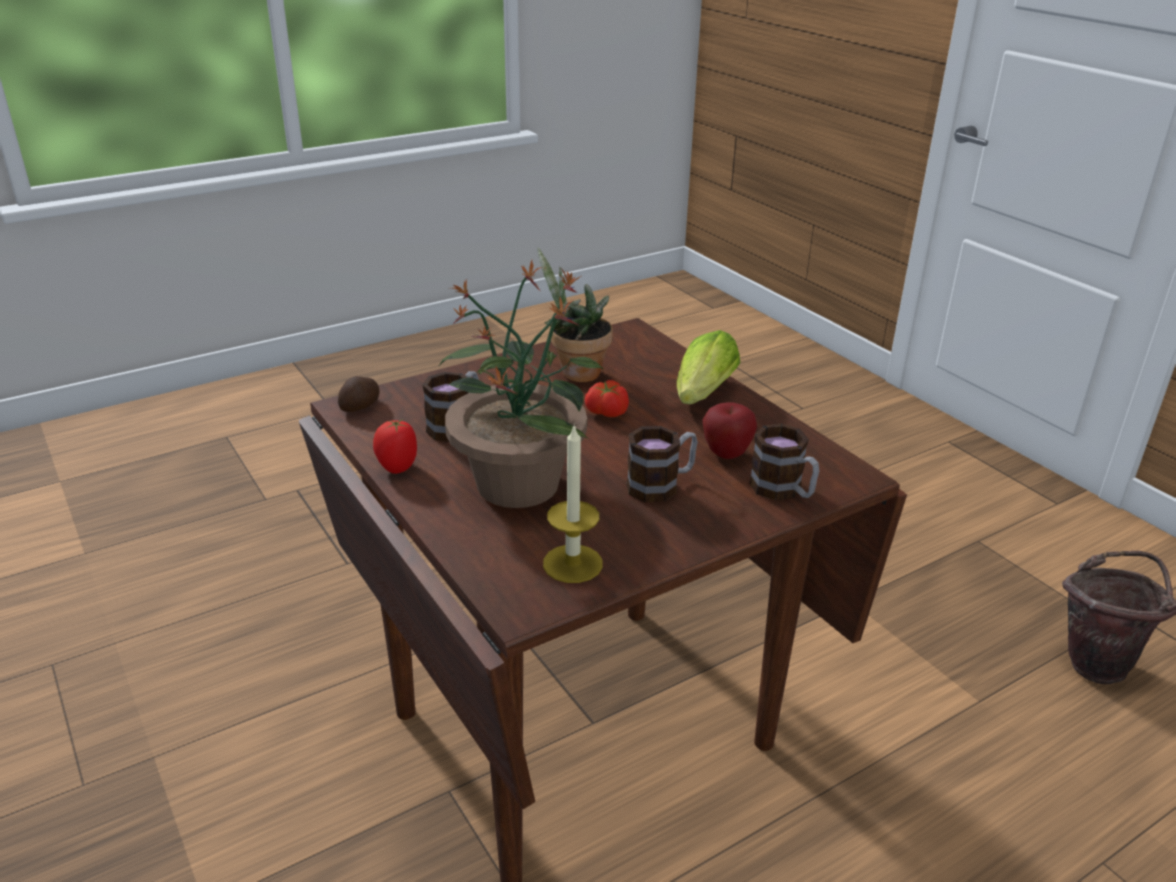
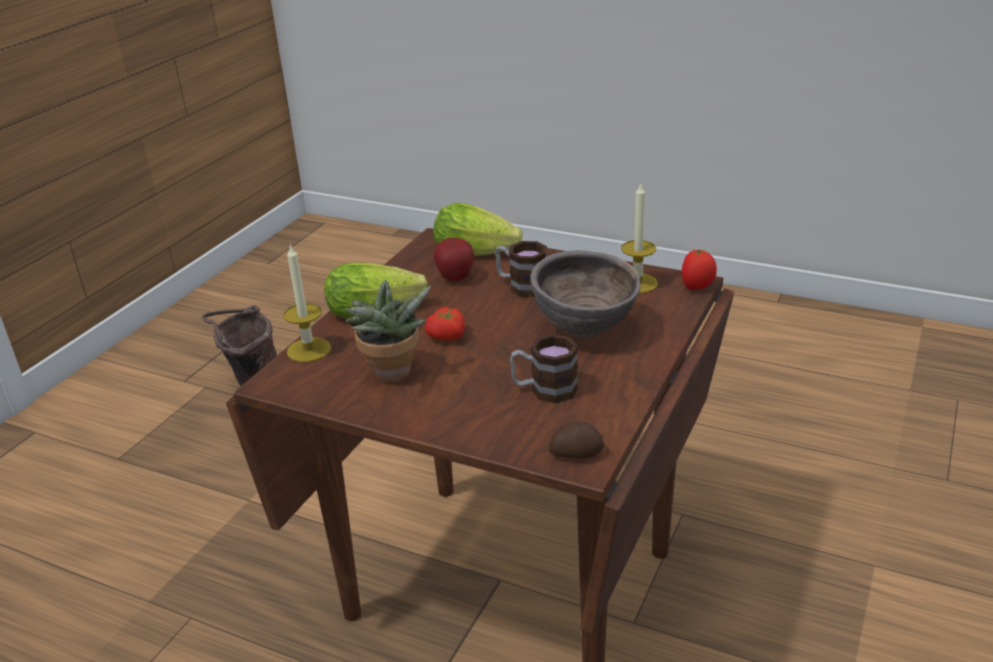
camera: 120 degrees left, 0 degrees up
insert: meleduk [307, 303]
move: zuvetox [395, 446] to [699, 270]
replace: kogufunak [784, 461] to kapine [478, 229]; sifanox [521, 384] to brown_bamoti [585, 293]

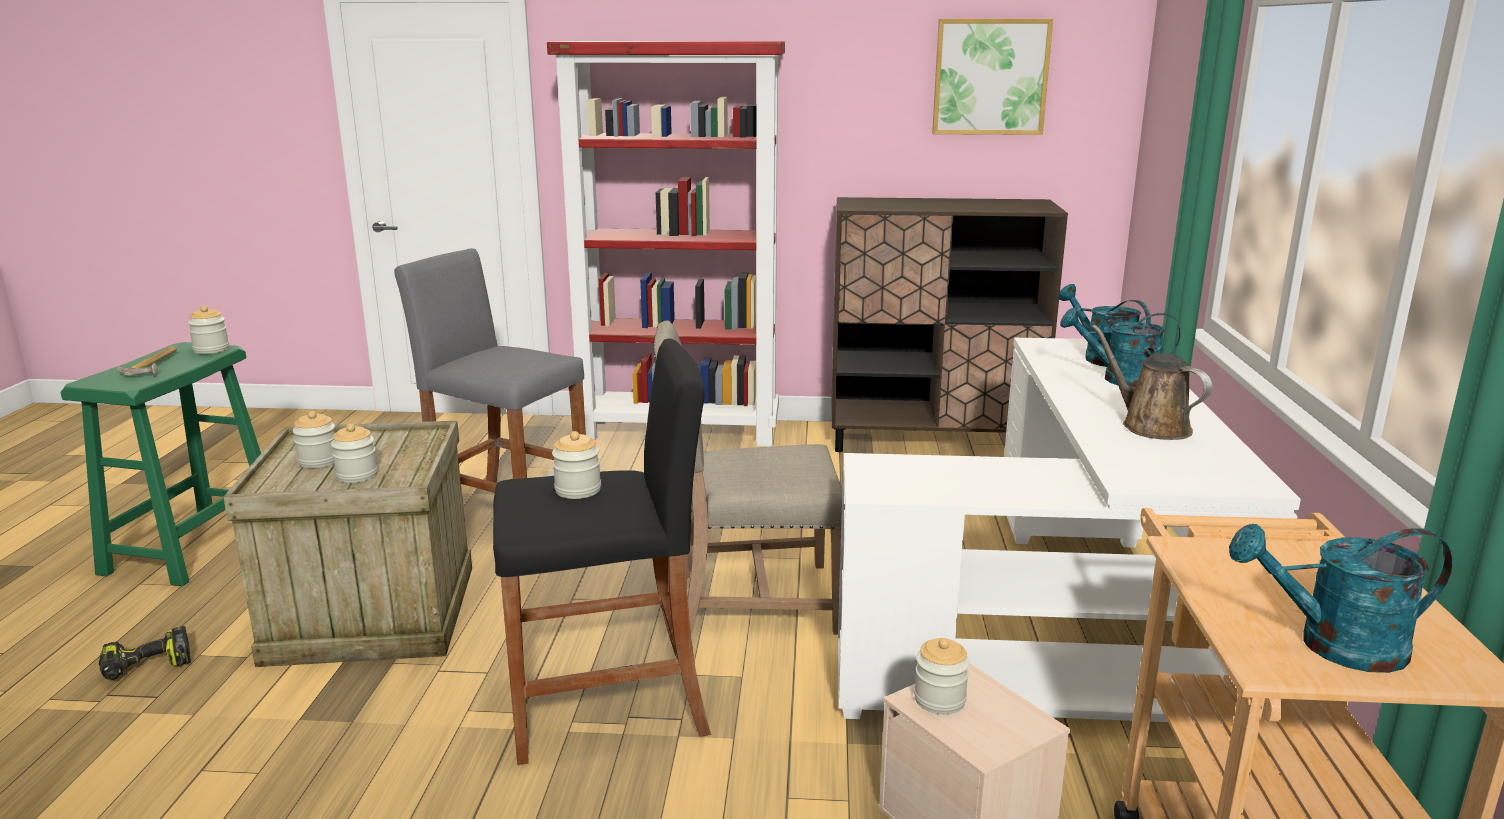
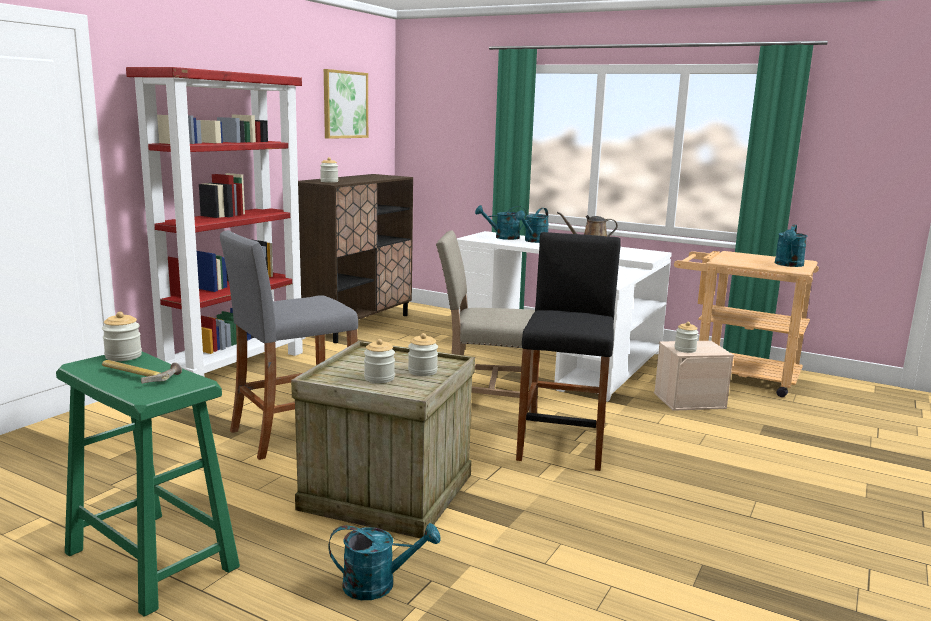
camera: 65 degrees left, 5 degrees down
move: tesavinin [576, 465] to [329, 170]
replace: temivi [145, 653] to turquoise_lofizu [384, 561]
rotate: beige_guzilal [748, 478] = [485, 321] 75 degrees clockwise

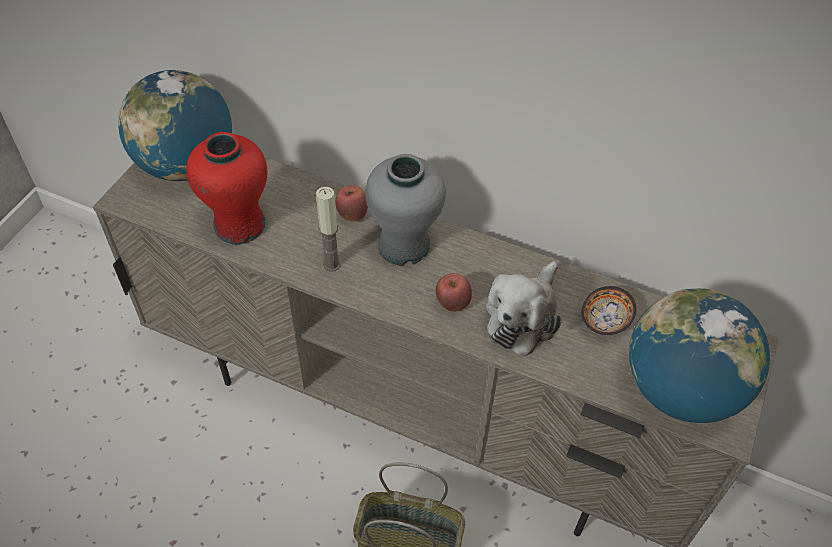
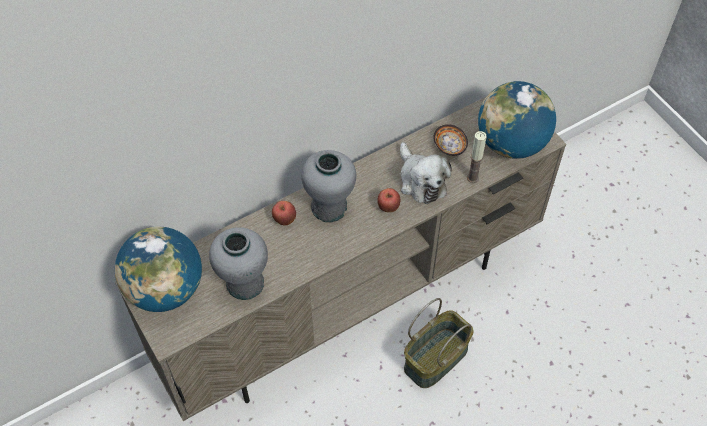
camera: 55 degrees left, 5 degrees up
move: meleduk [328, 229] to [477, 157]
recolor: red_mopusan [226, 188] to grey_mopusan [238, 263]

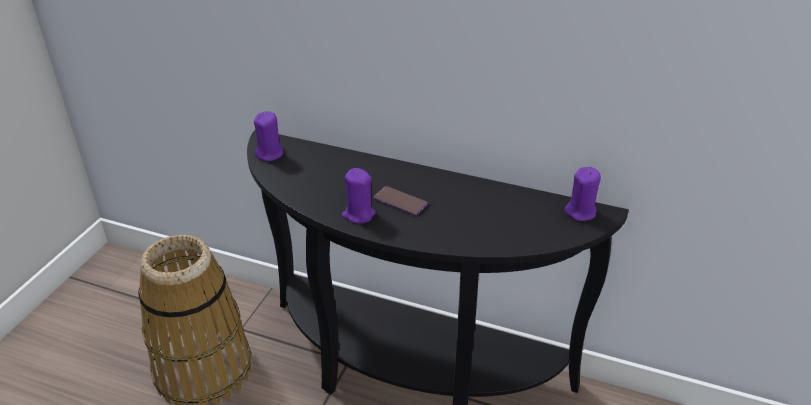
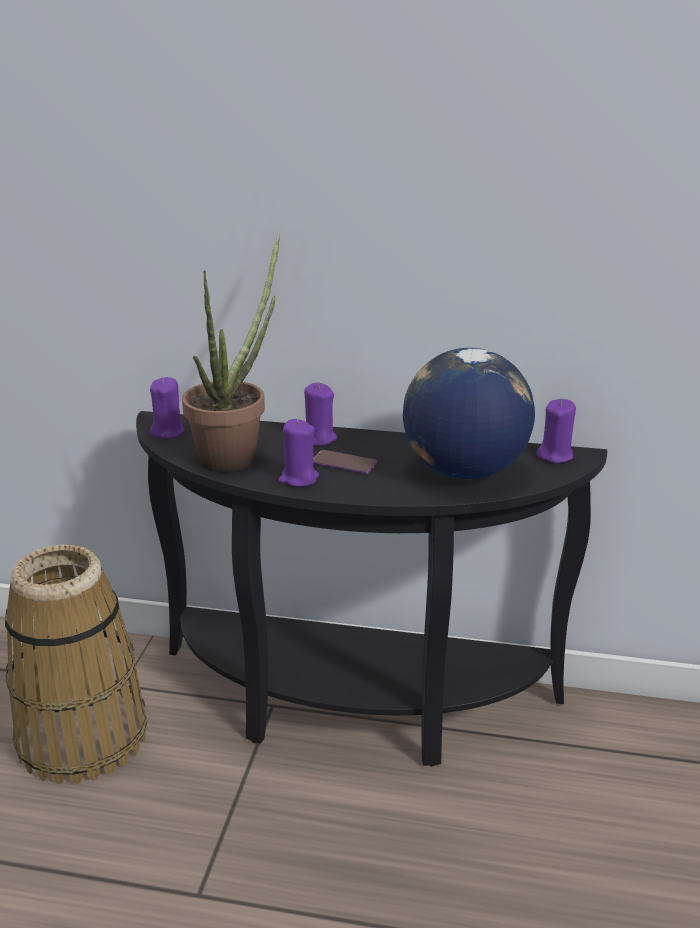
camera: 10 degrees left, 10 degrees down
insert: sifanox [231, 353]; purple_meleduk [321, 414]; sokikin [469, 413]

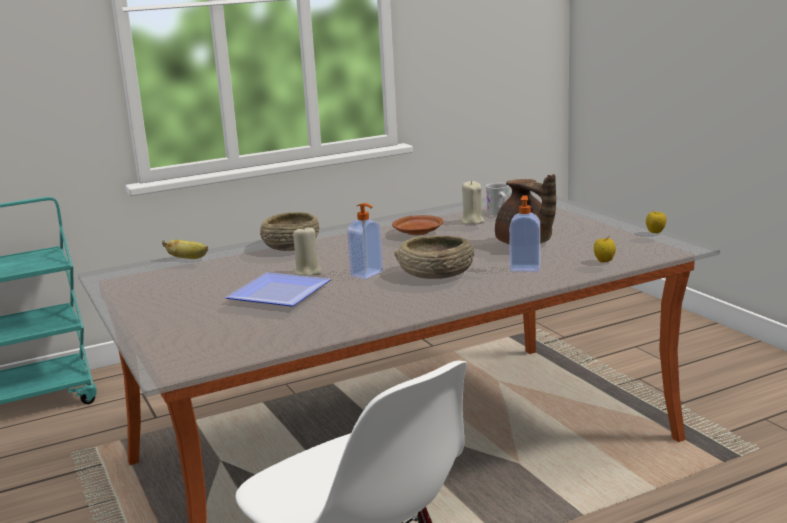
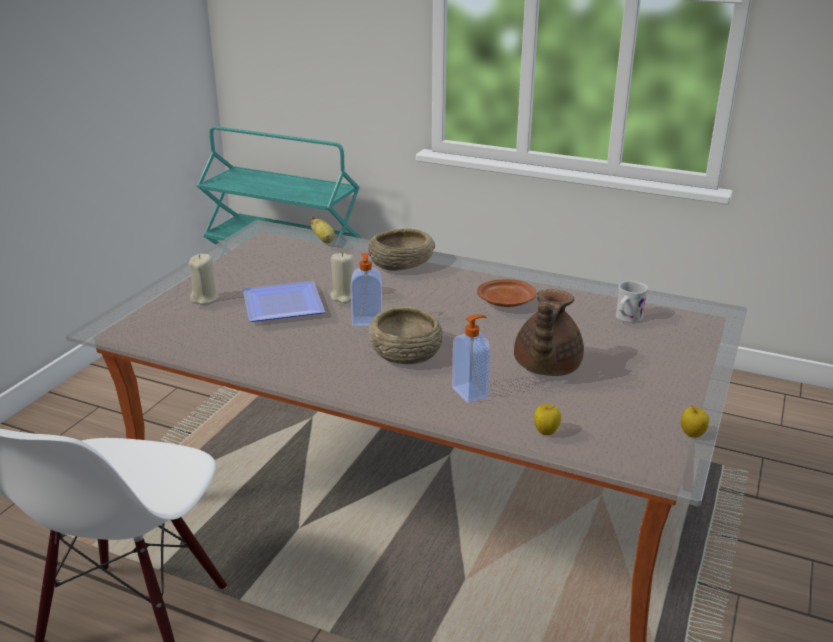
camera: 50 degrees right, 10 degrees up
move: beige_meleduk [472, 202] to [204, 279]

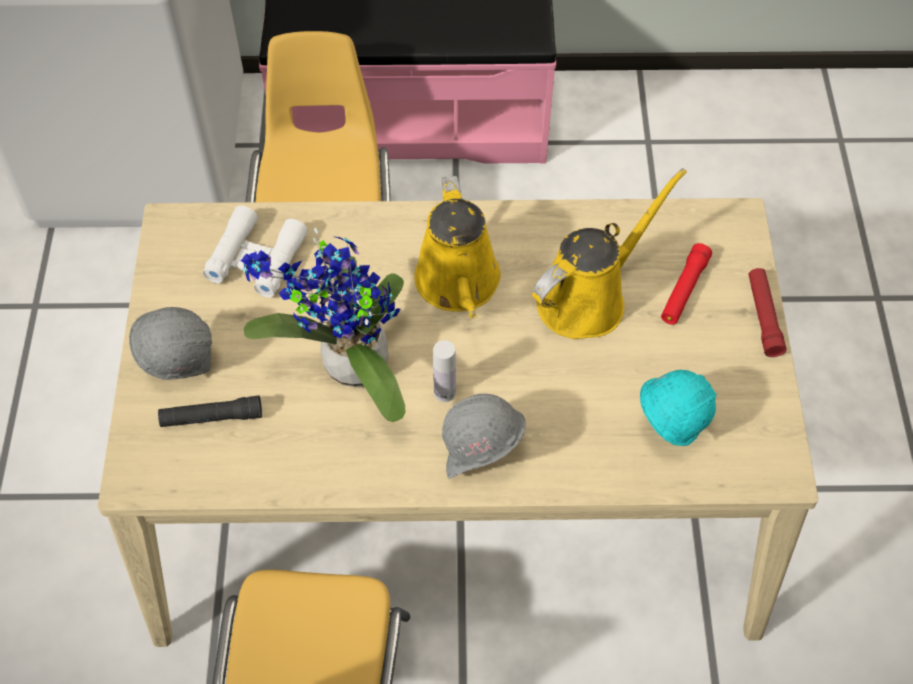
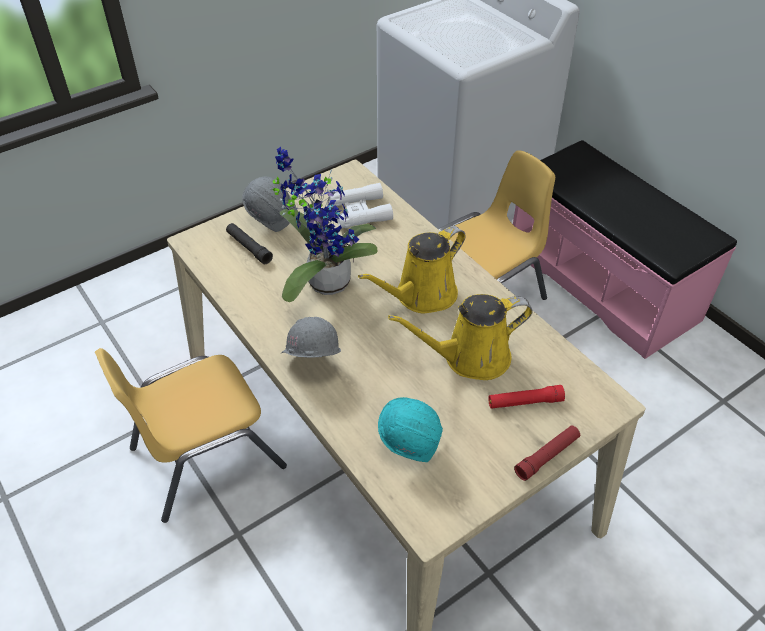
camera: 55 degrees right, 10 degrees down
delete: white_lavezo [444, 371]
rotate: yellow_lofizu [609, 253] = [460, 337] 150 degrees clockwise

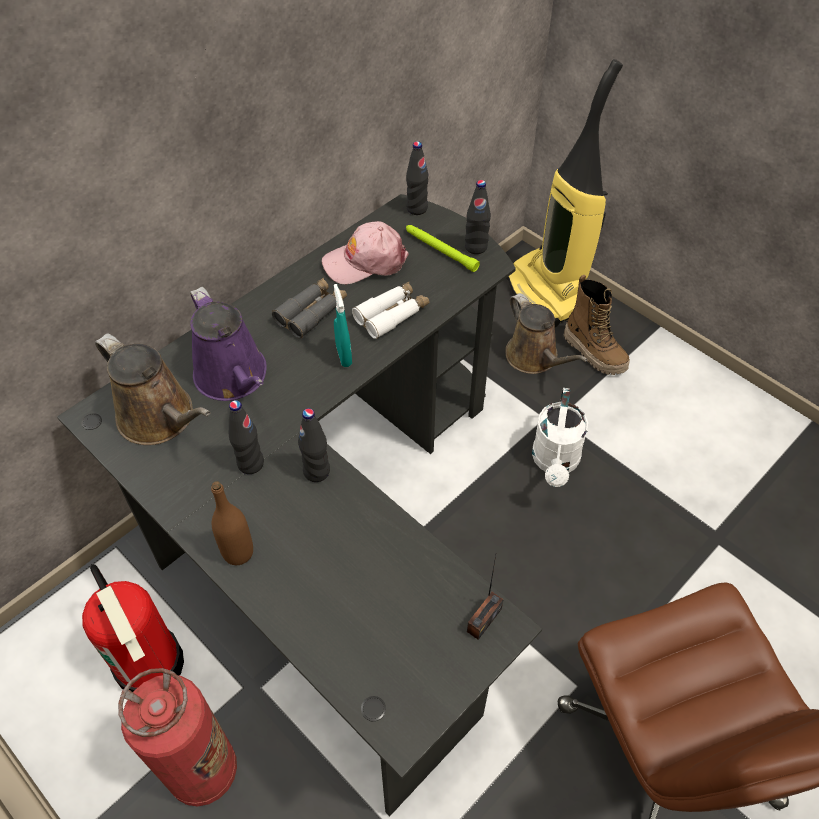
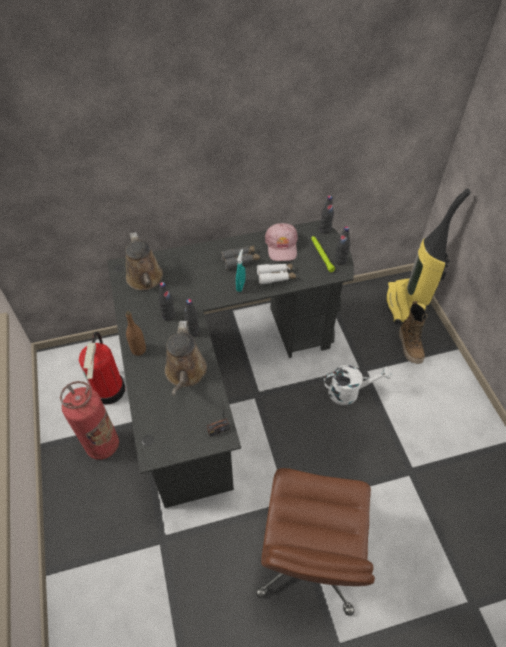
camera: 30 degrees right, 0 degrees up
delete: purple_lofizu [228, 344]
move: brown_lofizu [547, 333] to [186, 358]
rotate: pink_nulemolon [365, 252] = [281, 242] 105 degrees counterclockwise; white_lofizu [560, 437] = [358, 385] 135 degrees counterclockwise

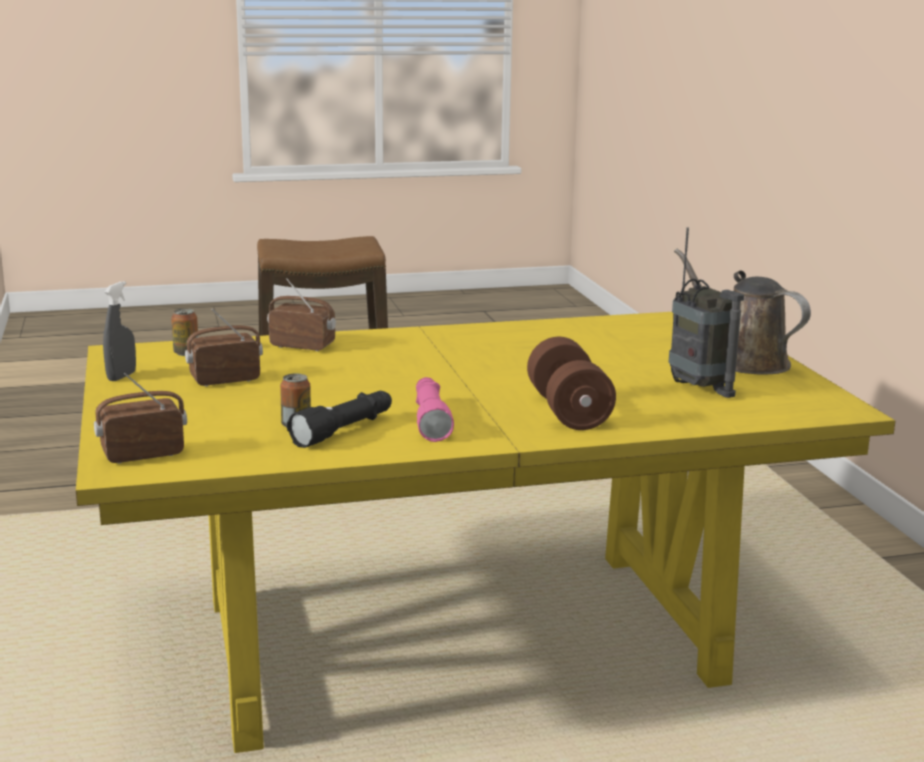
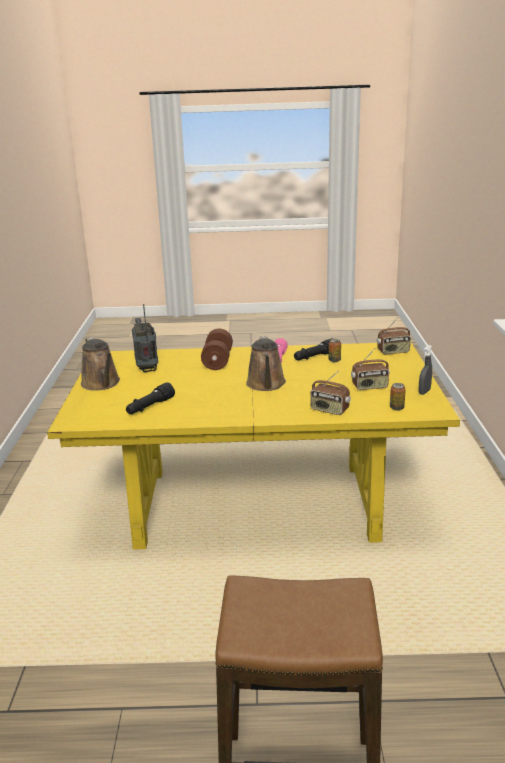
camera: 165 degrees left, 5 degrees up
insert: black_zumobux [150, 398]; brown_lofizu [266, 363]

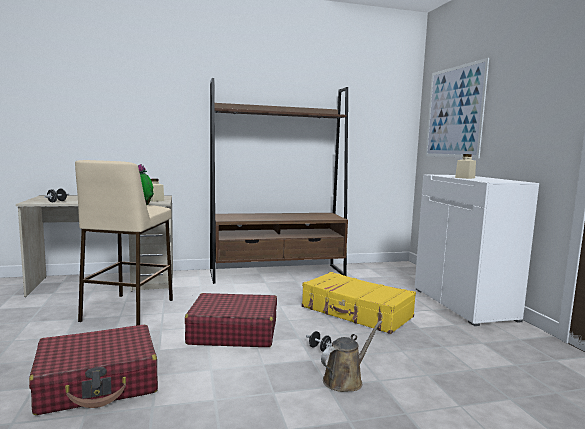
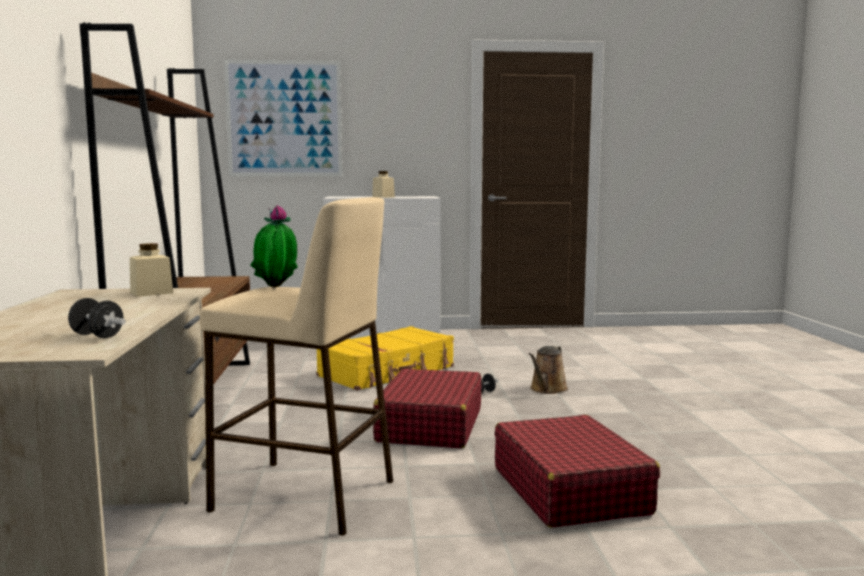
camera: 80 degrees left, 0 degrees up
rotate: brown_lofizu [351, 356] = [548, 370] 120 degrees counterclockwise

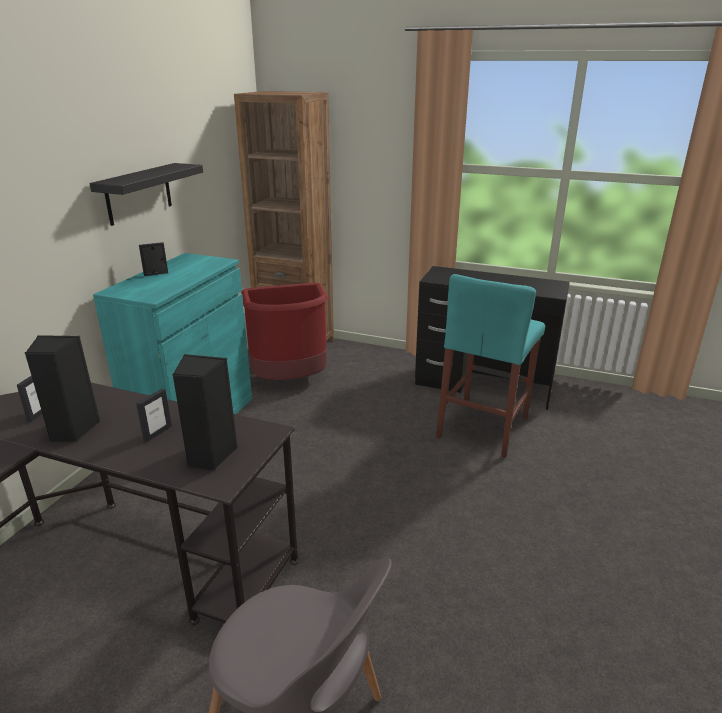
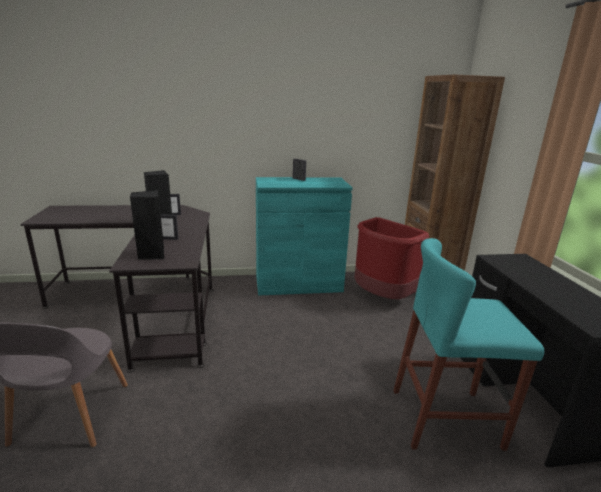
camera: 60 degrees right, 5 degrees down
delete: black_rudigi [146, 194]

